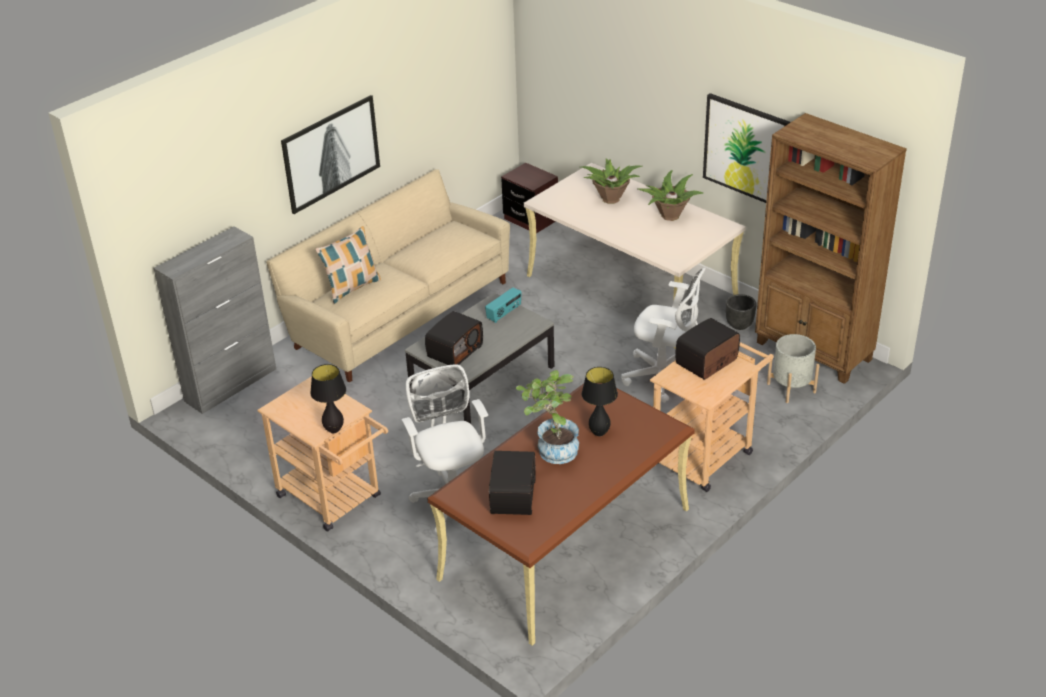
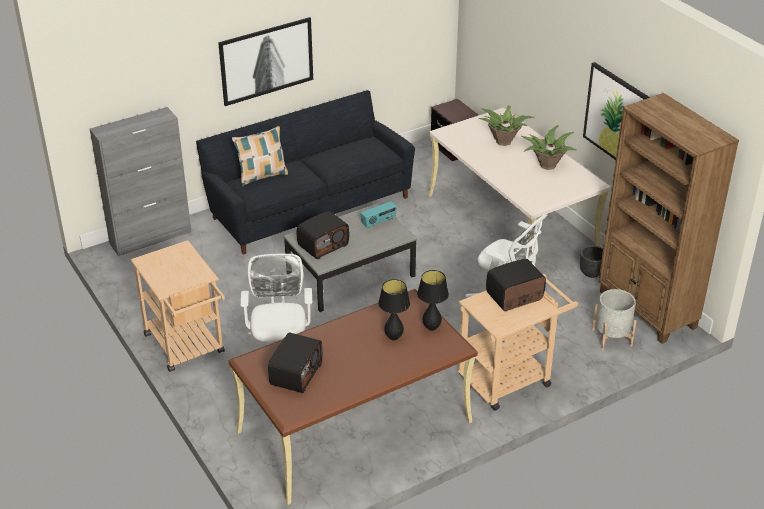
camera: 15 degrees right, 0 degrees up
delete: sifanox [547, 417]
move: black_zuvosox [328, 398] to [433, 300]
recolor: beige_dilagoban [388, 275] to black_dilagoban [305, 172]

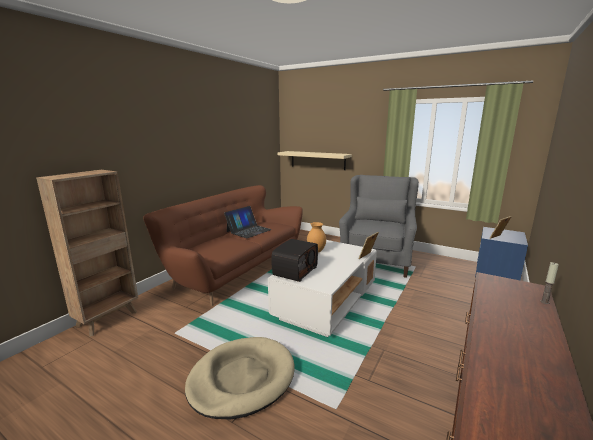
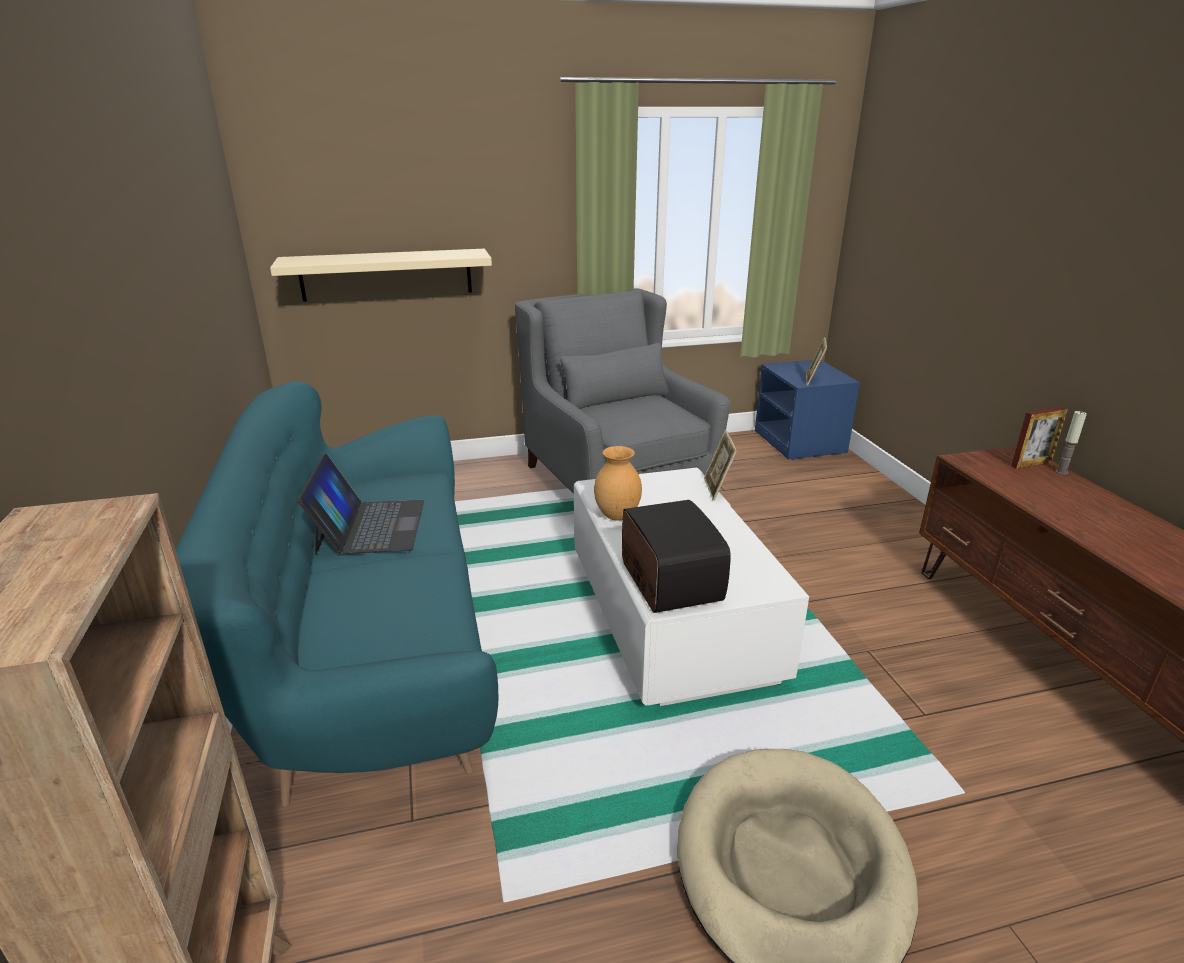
camera: 45 degrees left, 10 degrees up
insert: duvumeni [1039, 438]
recolor: brown_dilagoban [223, 245] to turquoise_dilagoban [336, 593]

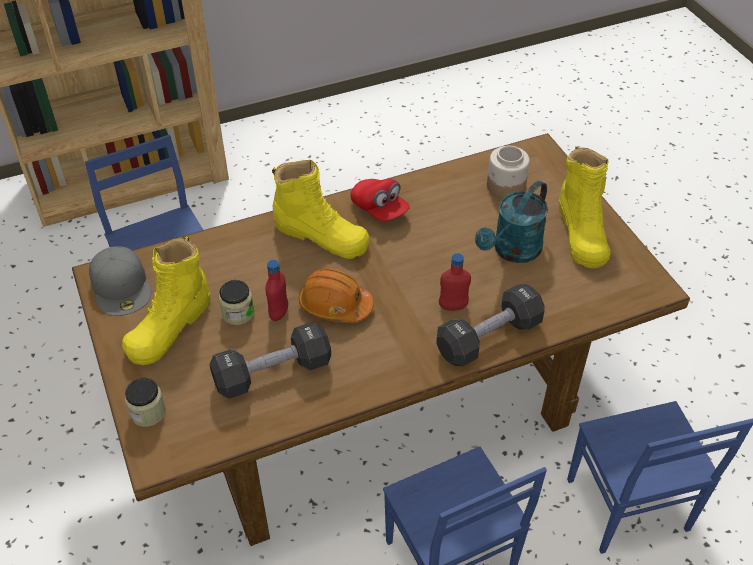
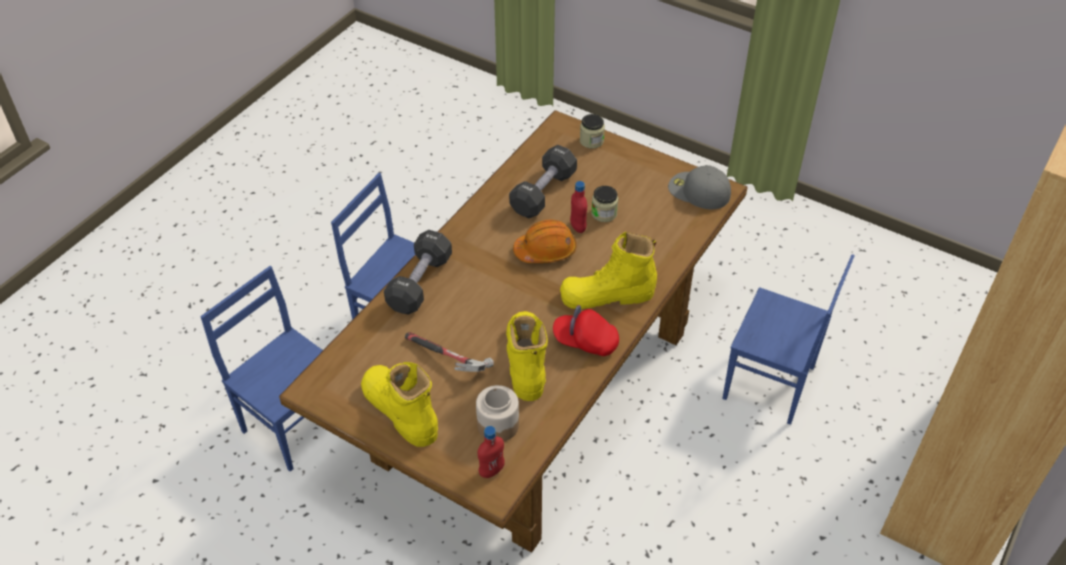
camera: 145 degrees right, 0 degrees up
move: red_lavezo [455, 282] to [491, 452]; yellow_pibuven [166, 300] to [527, 356]
replace: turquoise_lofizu [511, 222] to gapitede [449, 352]

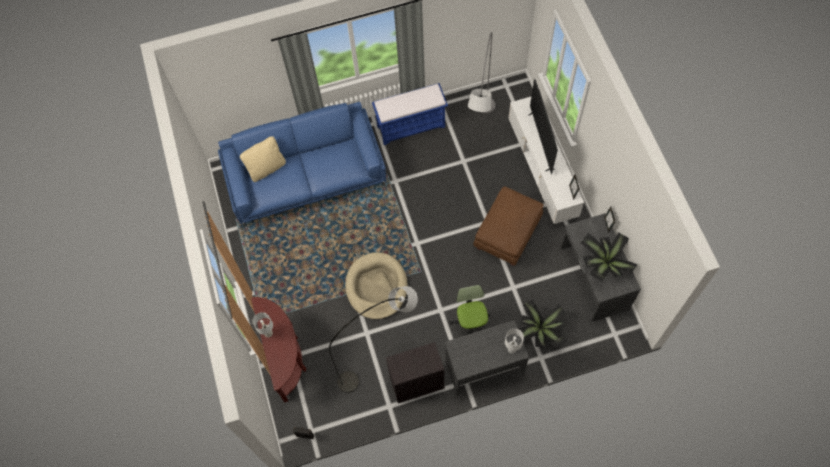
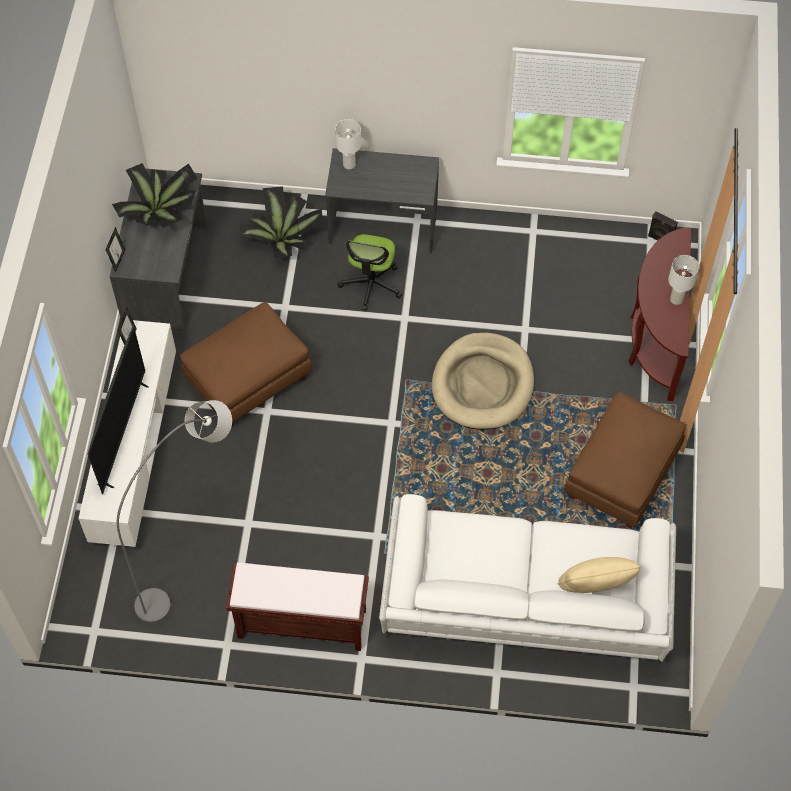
camera: 160 degrees left, 5 degrees down
delete: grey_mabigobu [373, 339]; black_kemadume [415, 372]
insert: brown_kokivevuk [625, 460]
recolor: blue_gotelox [410, 114] to brown_gotelox [297, 606]; blue_dilagoban [302, 165] to white_dilagoban [527, 580]

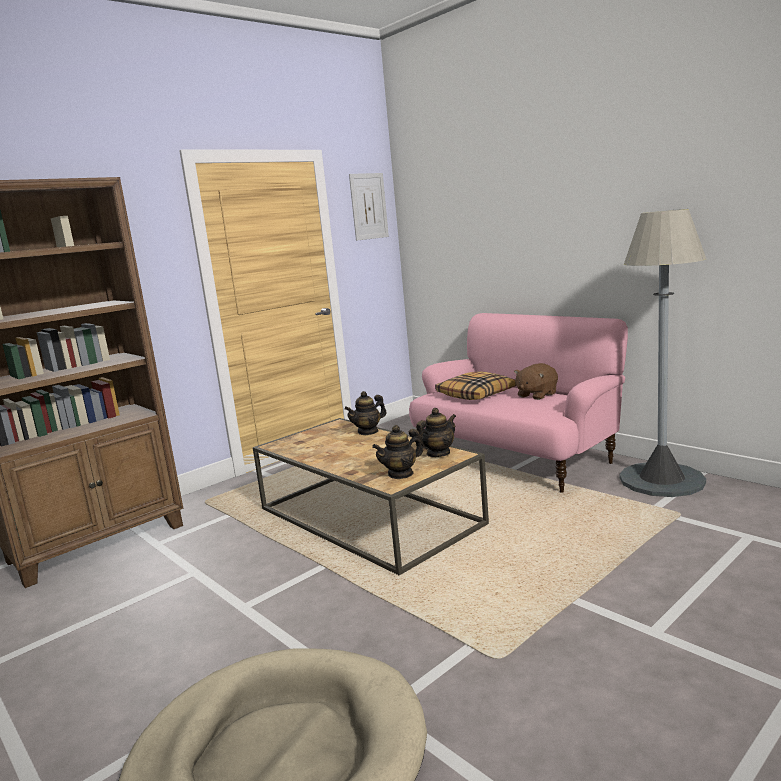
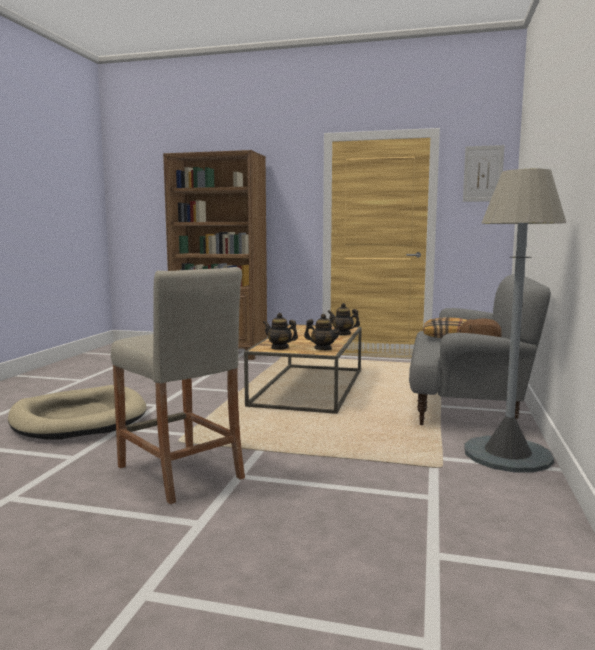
camera: 55 degrees right, 5 degrees down
insert: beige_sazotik [178, 385]
recolor: pink_dilagoban [518, 403] to grey_dilagoban [480, 349]

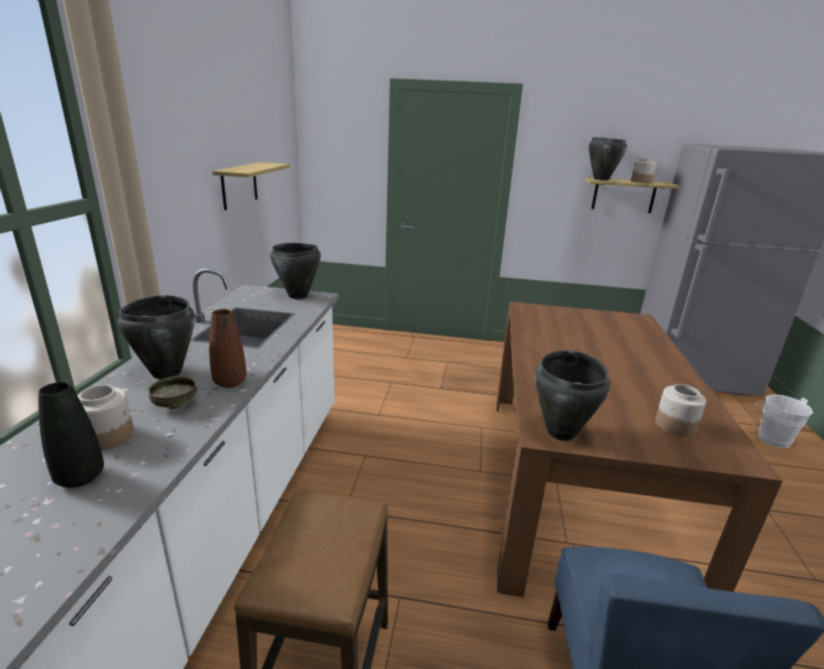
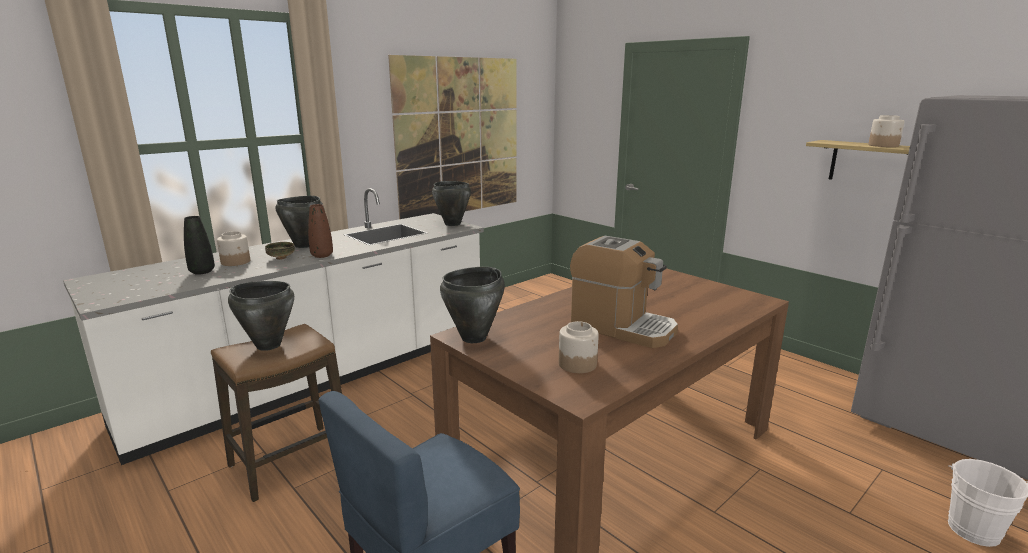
camera: 40 degrees right, 5 degrees down
insert: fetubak [624, 292]
move: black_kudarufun [608, 159] to [261, 316]
replace: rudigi [251, 186] to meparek [452, 137]

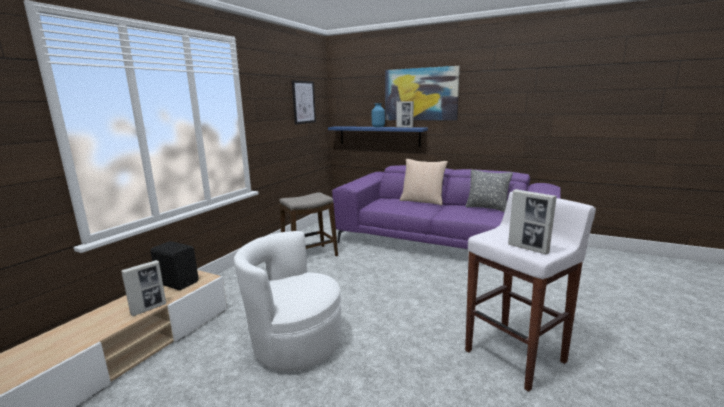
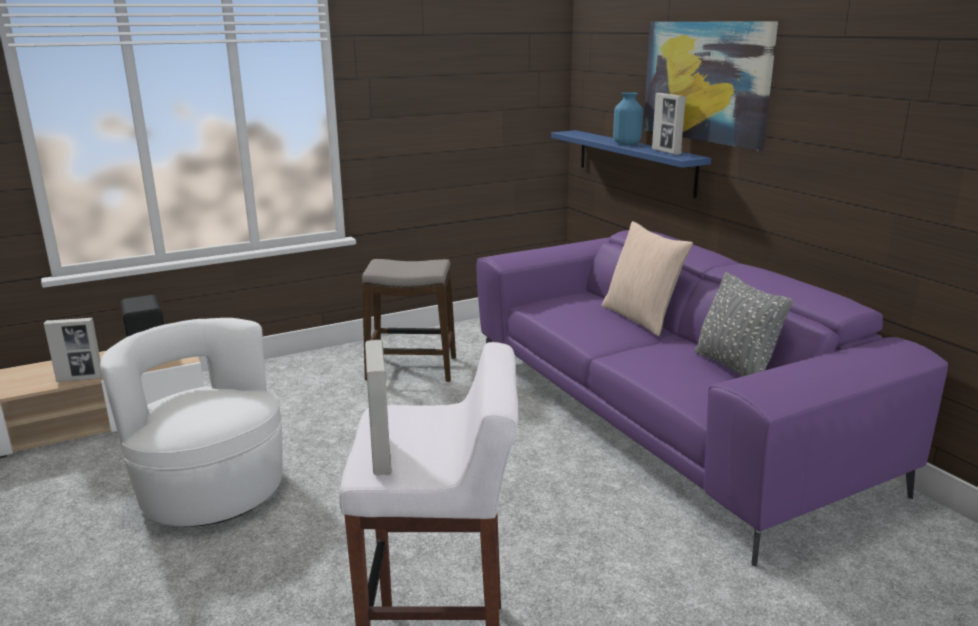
camera: 35 degrees right, 5 degrees up
delete: meparek [304, 102]

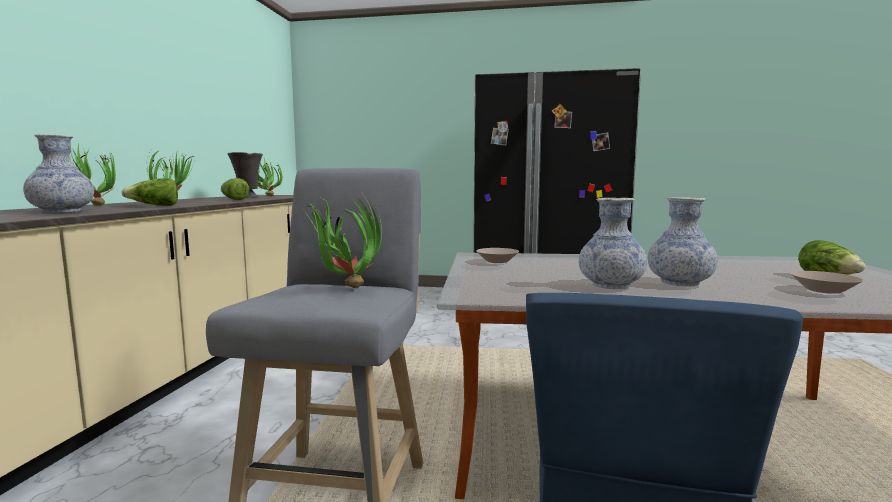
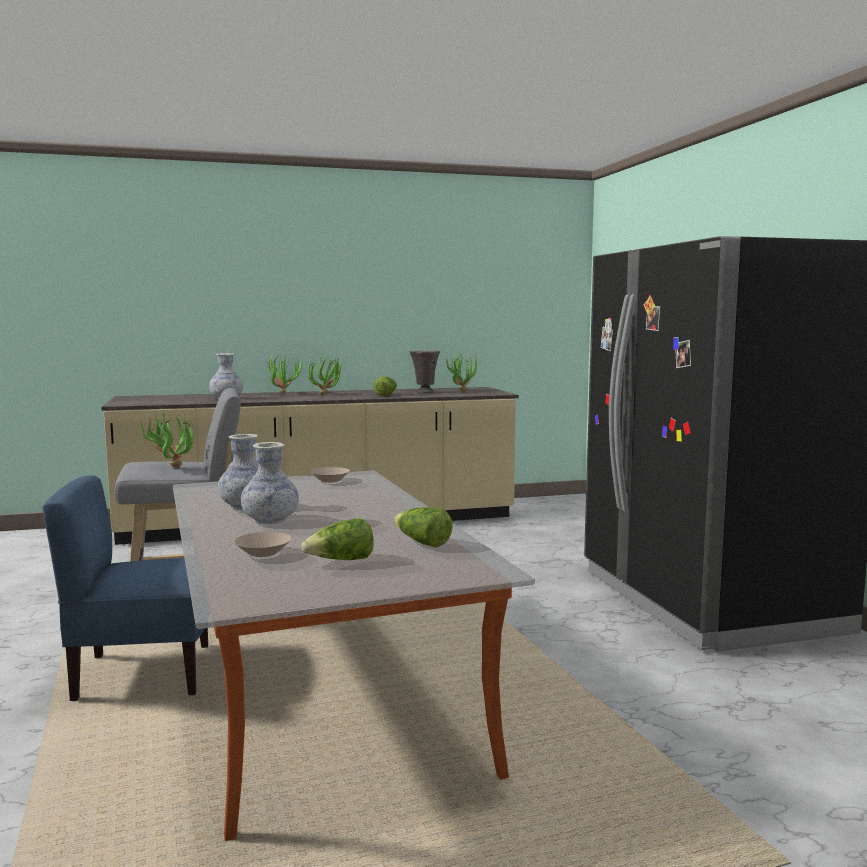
camera: 65 degrees right, 0 degrees up
move: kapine [149, 192] to [423, 527]

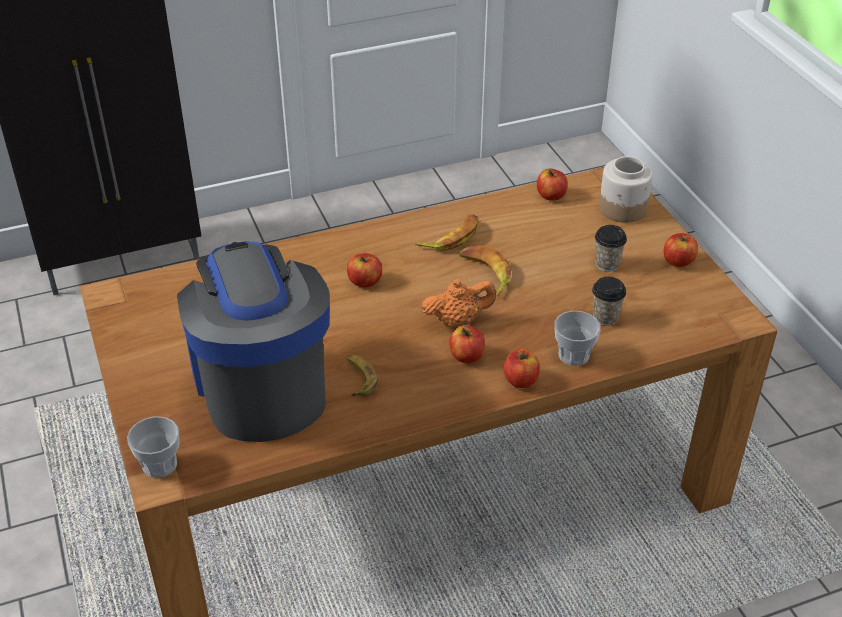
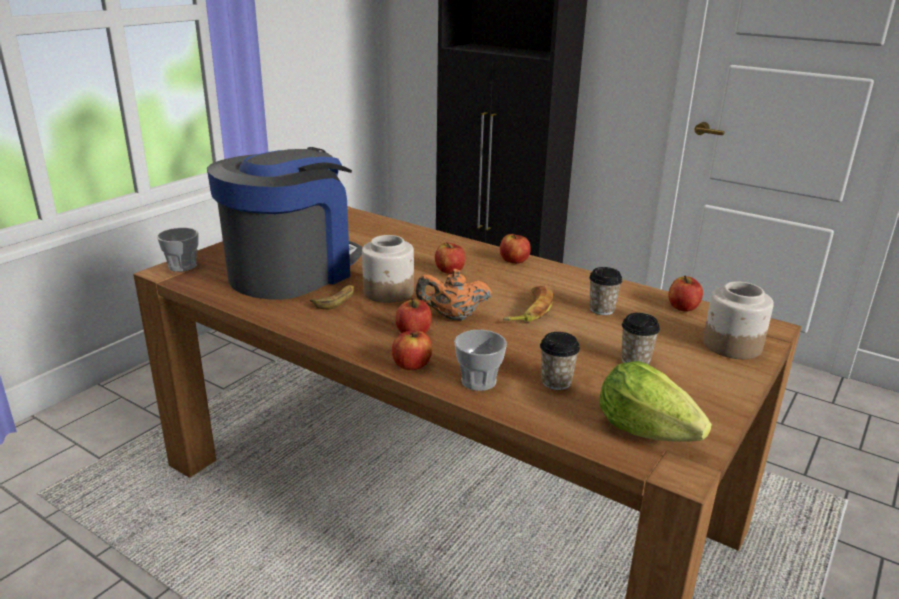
camera: 55 degrees right, 15 degrees down
delete: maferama [447, 232]
insert: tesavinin [388, 269]; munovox [606, 291]; kapine [656, 401]
move: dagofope [681, 250] to [515, 248]
rotate: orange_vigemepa [459, 303] = [454, 294] 135 degrees clockwise

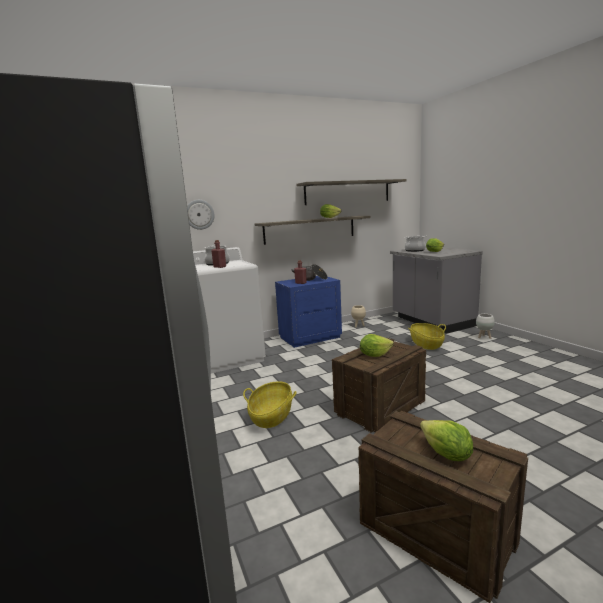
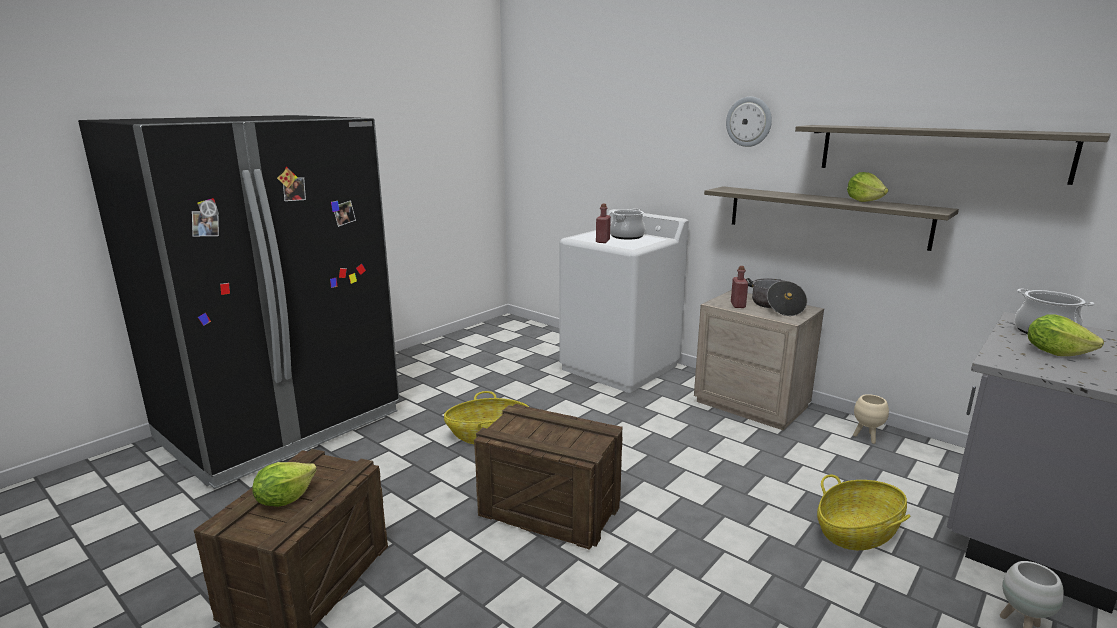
camera: 65 degrees right, 5 degrees up
delete: kapine [377, 345]
move: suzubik [201, 215] to [749, 122]
recolor: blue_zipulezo [308, 312] to beige_zipulezo [759, 360]

